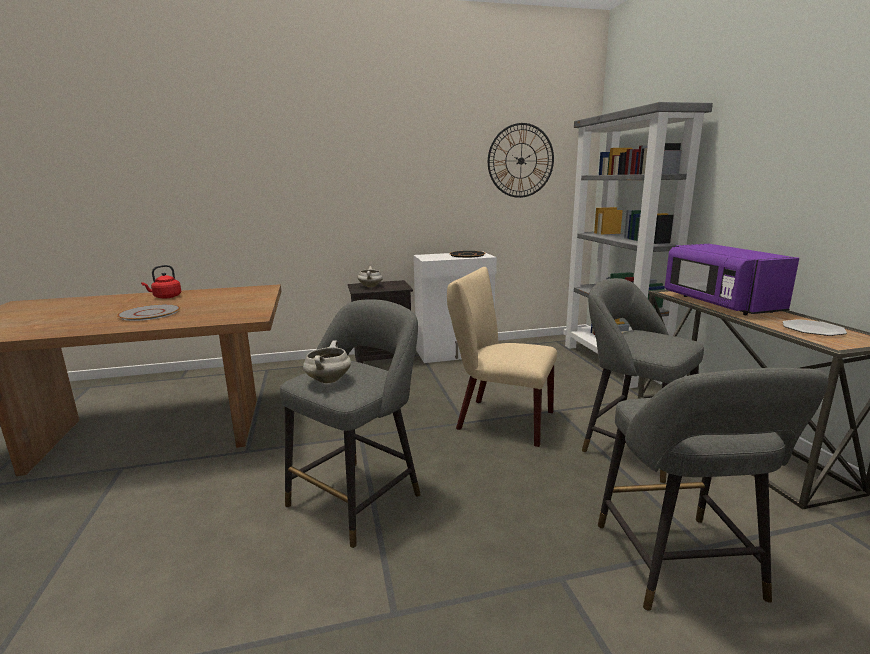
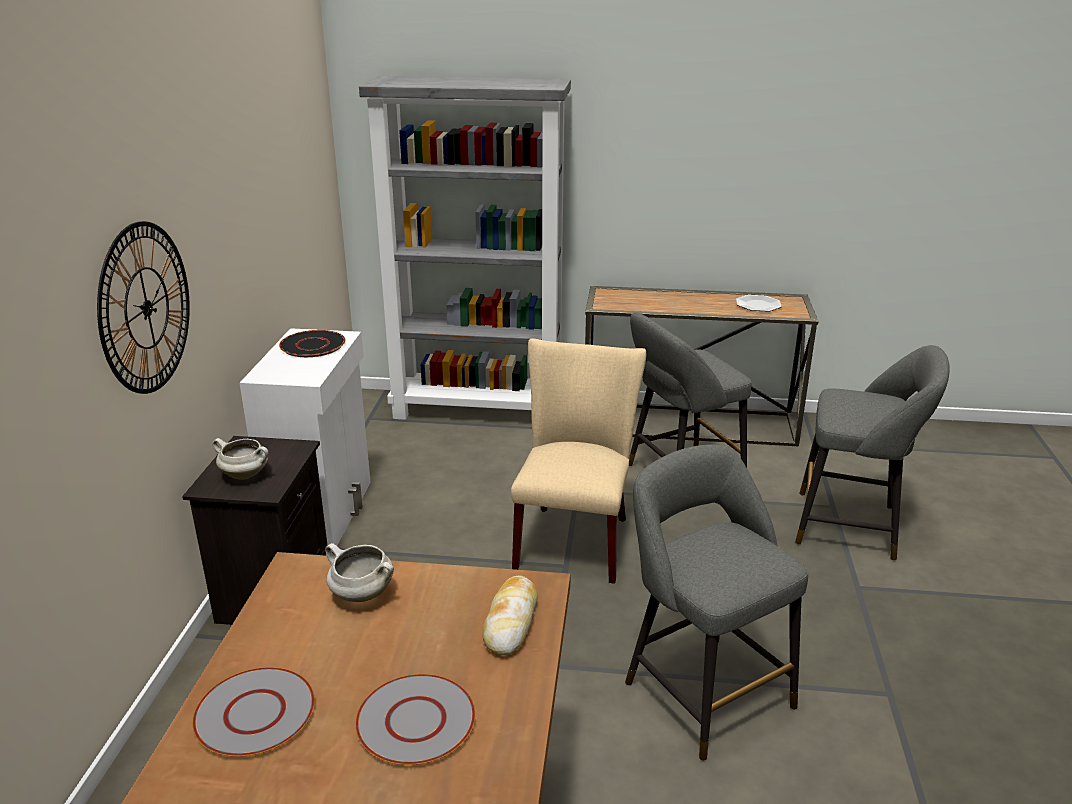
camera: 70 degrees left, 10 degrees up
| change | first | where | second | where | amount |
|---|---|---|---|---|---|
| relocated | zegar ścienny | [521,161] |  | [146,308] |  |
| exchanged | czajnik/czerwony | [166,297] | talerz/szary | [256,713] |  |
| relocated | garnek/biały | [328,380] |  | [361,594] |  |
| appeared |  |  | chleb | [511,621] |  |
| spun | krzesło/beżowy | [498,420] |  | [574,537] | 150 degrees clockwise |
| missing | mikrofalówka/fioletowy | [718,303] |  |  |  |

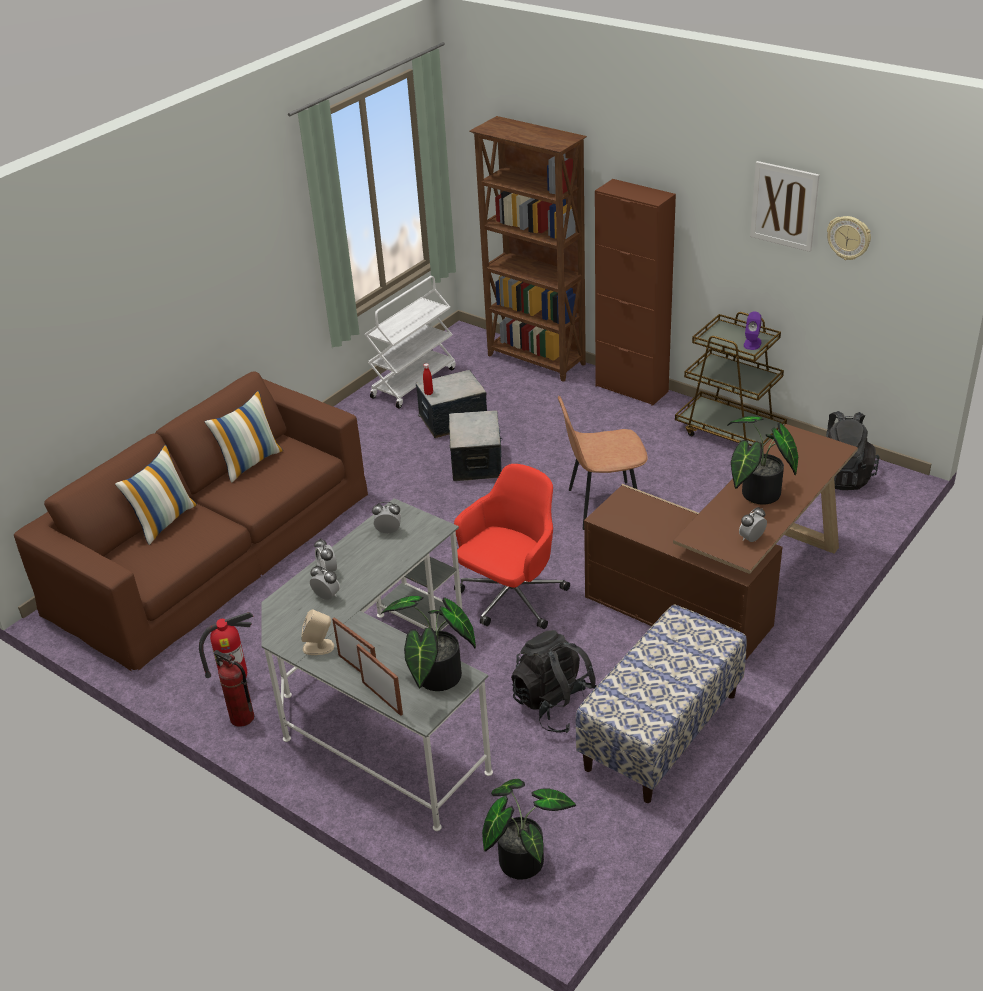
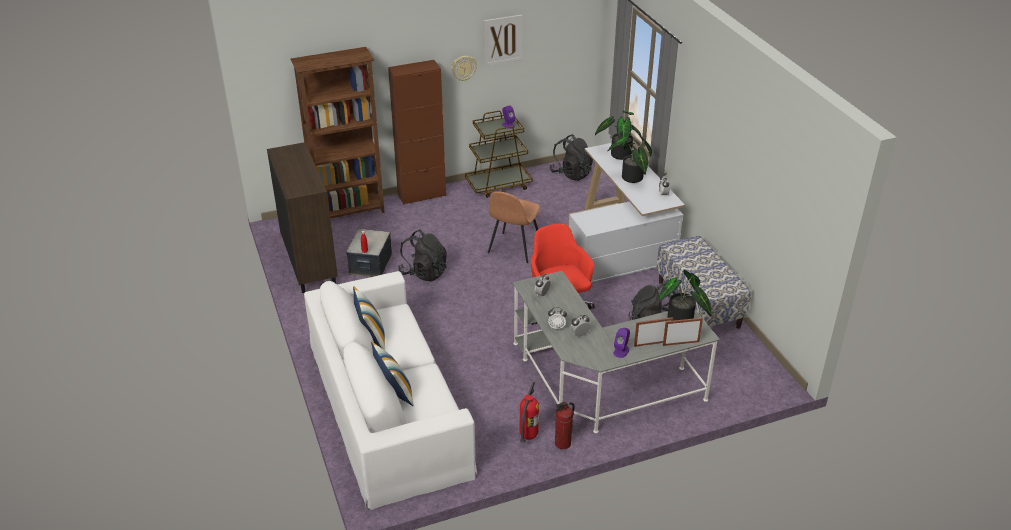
camera: 60 degrees left, 0 degrees up
| change | first | where | second | where | amount |
|---|---|---|---|---|---|
| exchanged | wózek/biały | [413,382] | szafka/brązowy | [309,263] |  |
| colour | kanapa/brązowy | [212,550] | kanapa/biały | [387,406] |  |
| exchanged | pojemnik do przechowywania | [477,462] | plecak/czarny | [424,272] |  |
| relocated | zegar ścienny | [849,237] |  | [463,68] |  |
| colour | biurko/brązowy | [726,591] | biurko/biały | [620,243] |  |
| relocated | roślina doniczkowa | [522,857] |  | [619,154] |  |
| colour | głośnik/beżowy | [319,647] | głośnik/fioletowy | [621,351] |  |

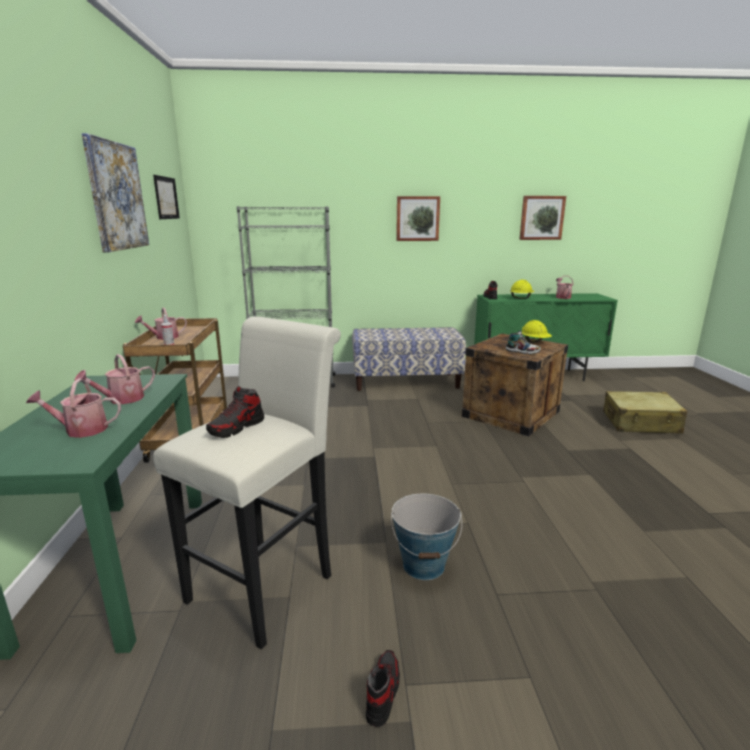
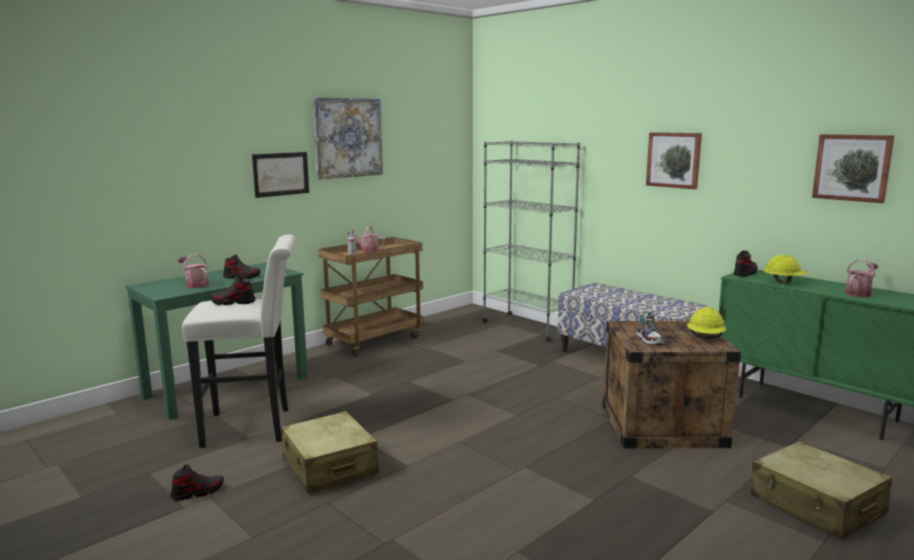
camera: 50 degrees right, 5 degrees down
| change | first | where | second | where | amount |
|---|---|---|---|---|---|
| exchanged | konewka | [121,399] | but | [242,277] |  |
| relocated | obraz | [166,198] |  | [281,174] |  |
| exchanged | wiadro | [424,565] | walizka/beżowy | [329,466] |  |

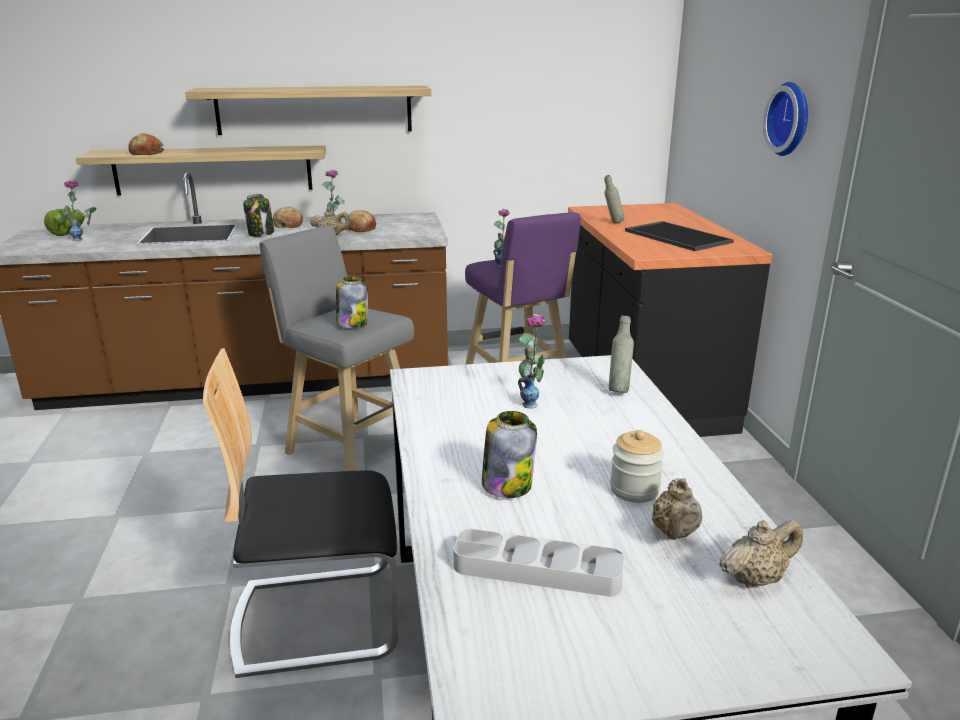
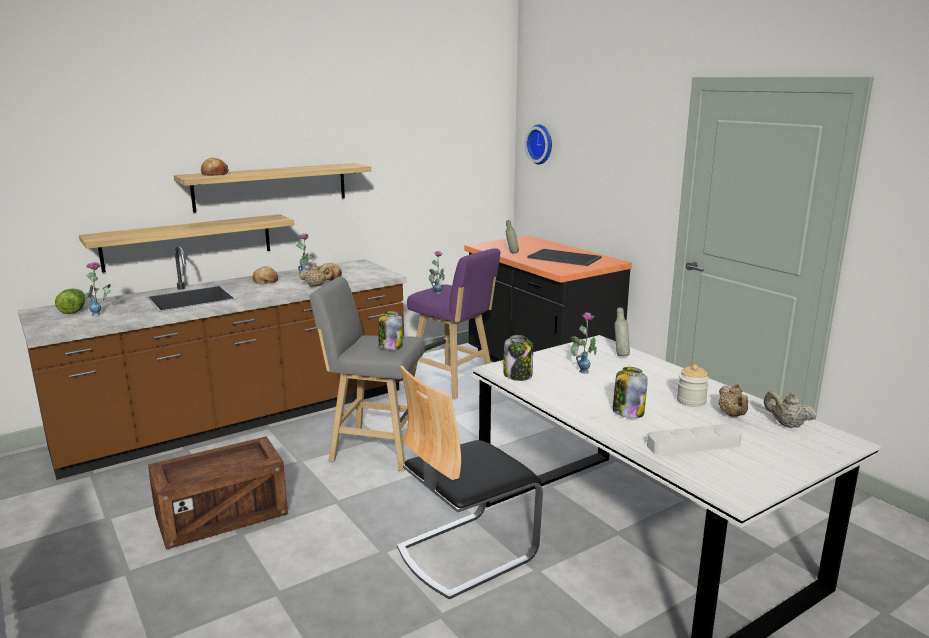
camera: 25 degrees left, 5 degrees down
| change | first | where | second | where | amount |
|---|---|---|---|---|---|
| appeared |  |  | skrzynka | [222,516] |  |
| relocated | chleb | [147,153] |  | [214,174] |  |
| relocated | słoik | [261,233] |  | [518,375] |  |
| relocated | zegar ścienny | [791,119] |  | [541,144] |  |
| spun | imbryk/beżowy | [755,579] |  | [786,424] | 90 degrees counterclockwise |

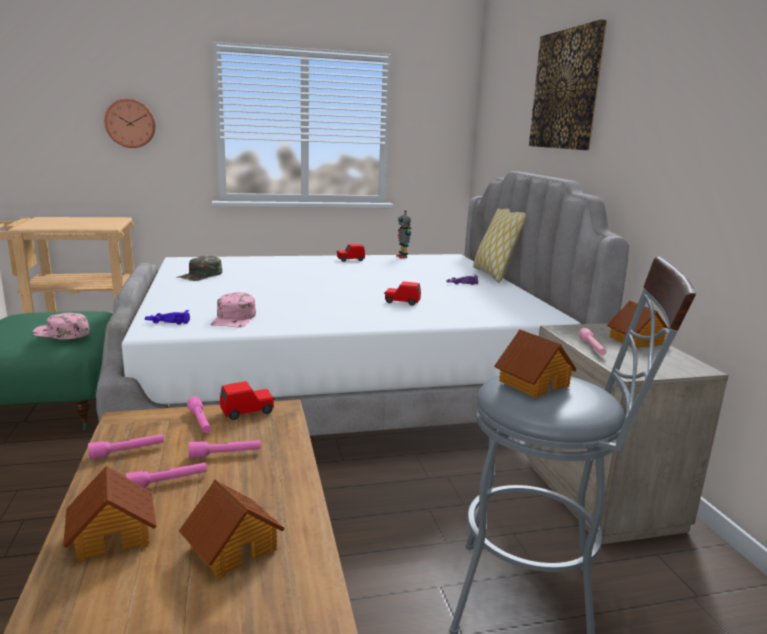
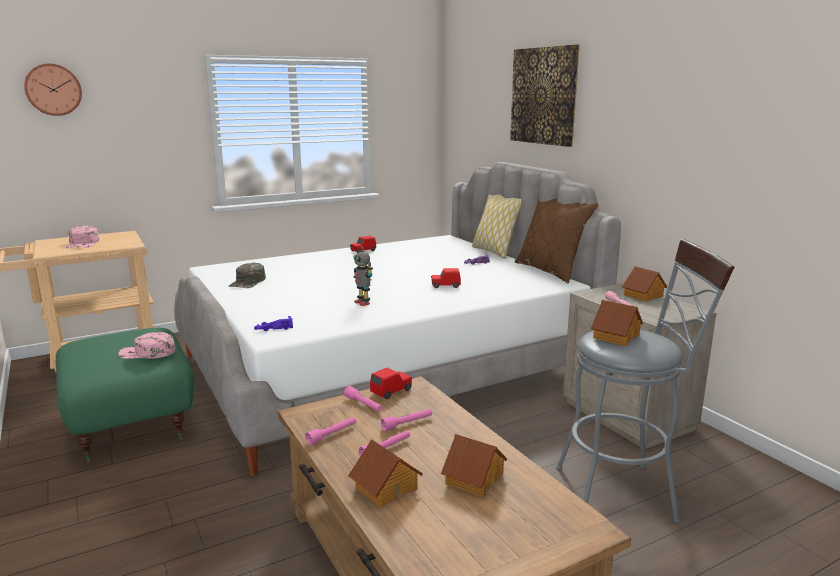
camera: 15 degrees left, 0 degrees up
| change | first | where | second | where | amount |
|---|---|---|---|---|---|
| relocated | zegar ścienny | [130,123] |  | [53,89] |  |
| relocated | czapka z daszkiem/różowy | [234,319] |  | [83,244] |  |
| relocated | robot zabawkowy | [402,257] |  | [363,303] |  |
| appeared |  |  | poduszka/brązowy | [551,271] |  |

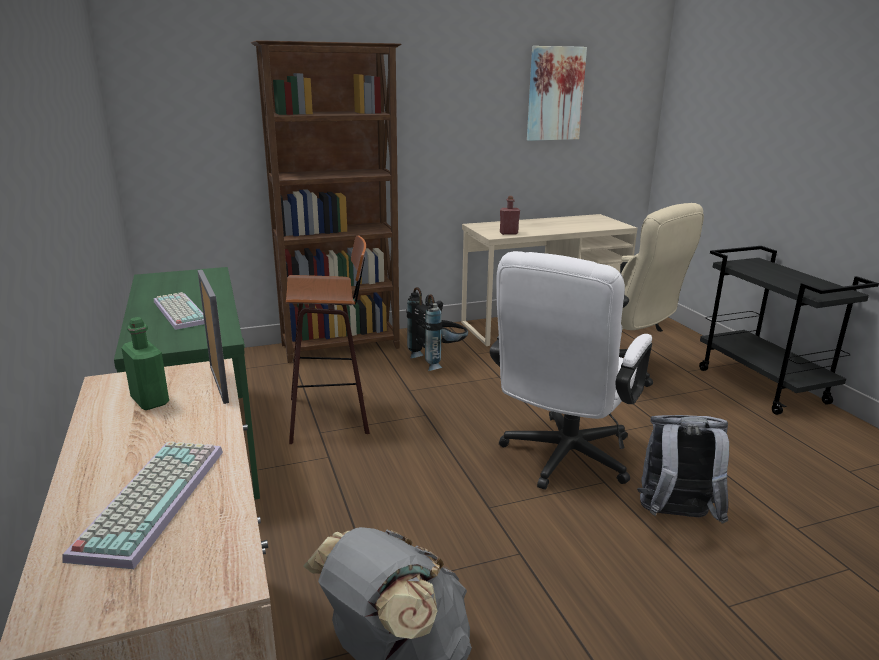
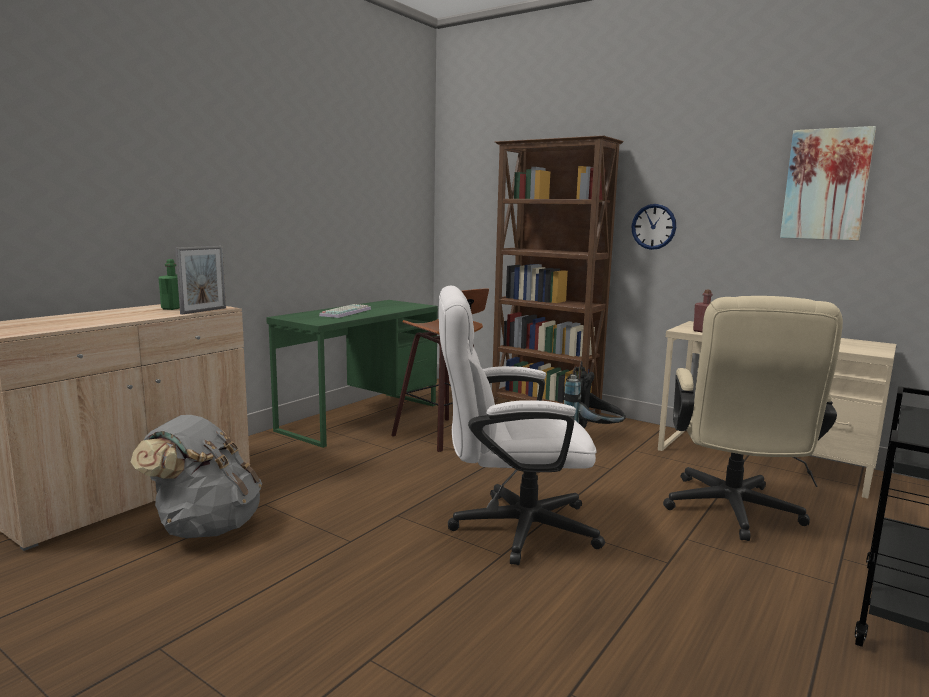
camera: 55 degrees right, 10 degrees down
| change | first | where | second | where | amount |
|---|---|---|---|---|---|
| appeared |  |  | zegar ścienny | [653,226] |  |
| missing | klawiatura | [150,498] |  |  |  |
| missing | plecak/szary | [675,517] |  |  |  |

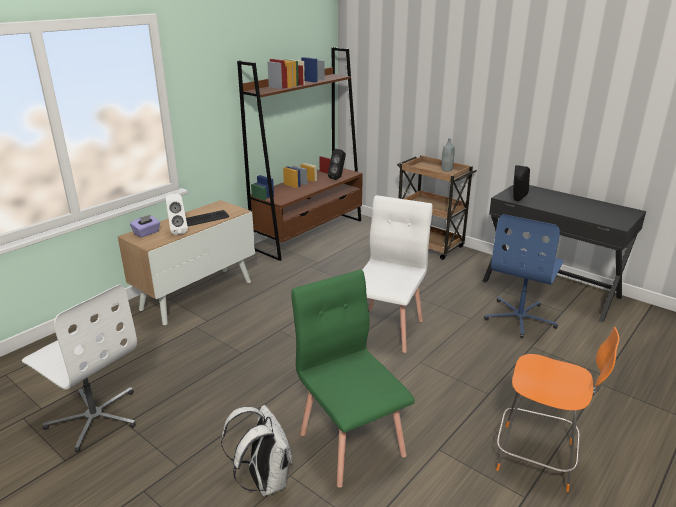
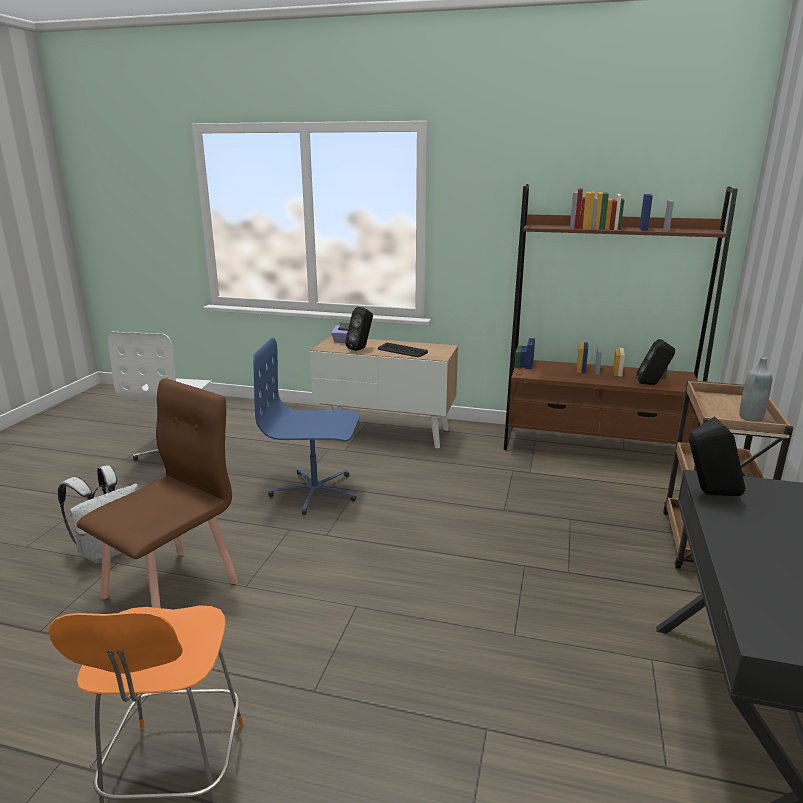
camera: 65 degrees right, 5 degrees down
| change | first | where | second | where | amount |
|---|---|---|---|---|---|
| colour | krzesło/zielony | [352,443] | krzesło/brązowy | [172,589] |  |
| relocated | krzesło biurowe/niebieski | [520,318] |  | [315,492] |  |
| colour | głośnik/biały | [178,231] | głośnik/czarny | [361,349] |  |
| missing | krzesło/biały | [387,329] |  |  |  |

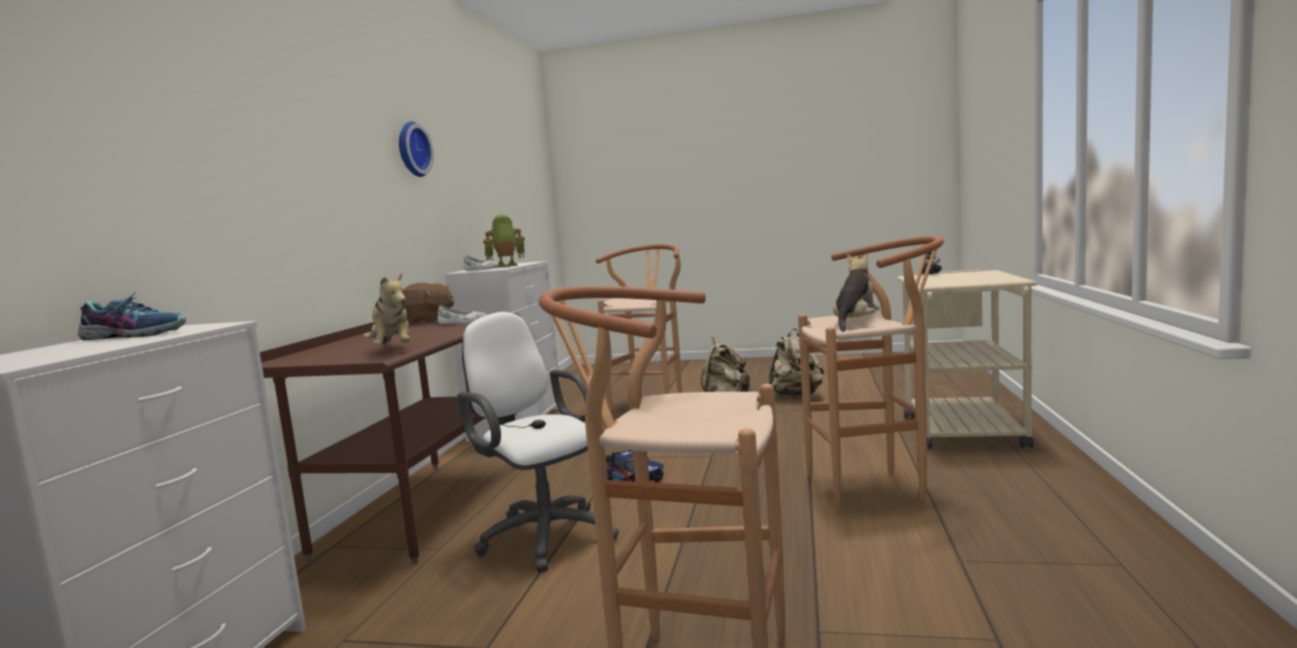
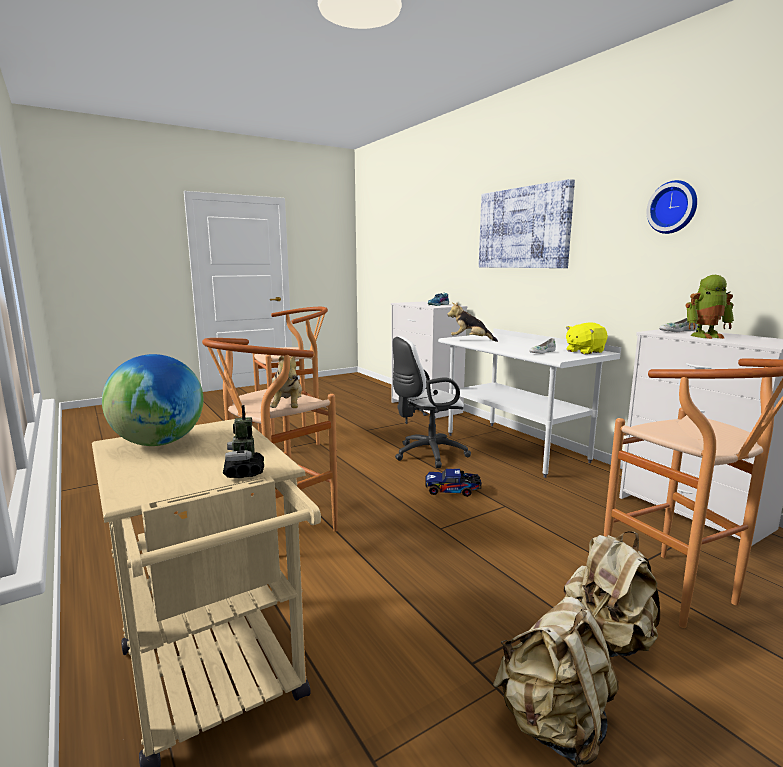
camera: 135 degrees right, 5 degrees up
| change | first | where | second | where | amount |
|---|---|---|---|---|---|
| appeared |  |  | globus | [160,443] |  |
| spun | krzesło biurowe/biały | [543,535] |  | [426,454] | 150 degrees clockwise |
| colour | biurko/brązowy | [426,507] | biurko/biały | [515,447] |  |
| appeared |  |  | obraz | [524,228] |  |
| colour | pluszak/brązowy | [428,321] | pluszak/żółty | [584,351] |  |
| spun | robot zabawkowy | [506,266] |  | [706,336] | 60 degrees clockwise |

